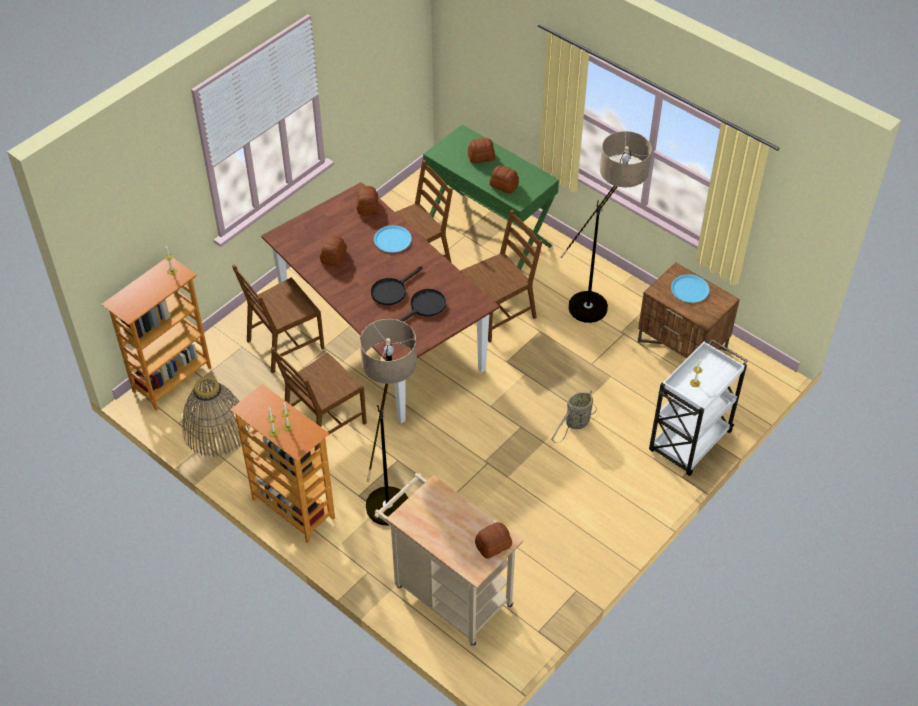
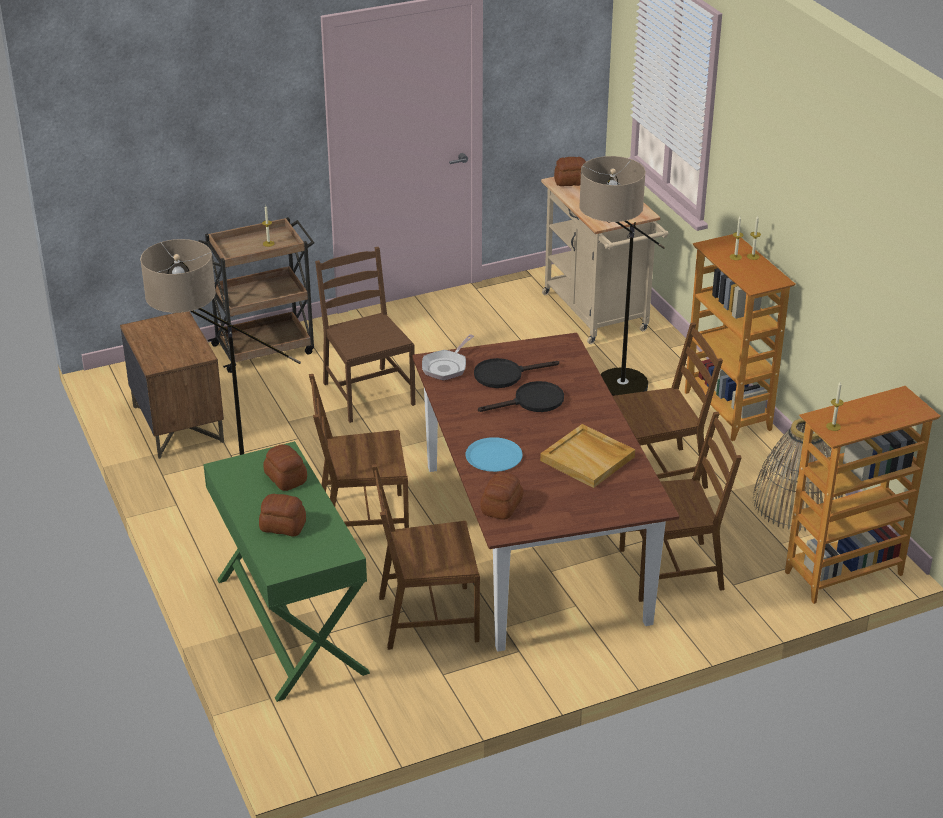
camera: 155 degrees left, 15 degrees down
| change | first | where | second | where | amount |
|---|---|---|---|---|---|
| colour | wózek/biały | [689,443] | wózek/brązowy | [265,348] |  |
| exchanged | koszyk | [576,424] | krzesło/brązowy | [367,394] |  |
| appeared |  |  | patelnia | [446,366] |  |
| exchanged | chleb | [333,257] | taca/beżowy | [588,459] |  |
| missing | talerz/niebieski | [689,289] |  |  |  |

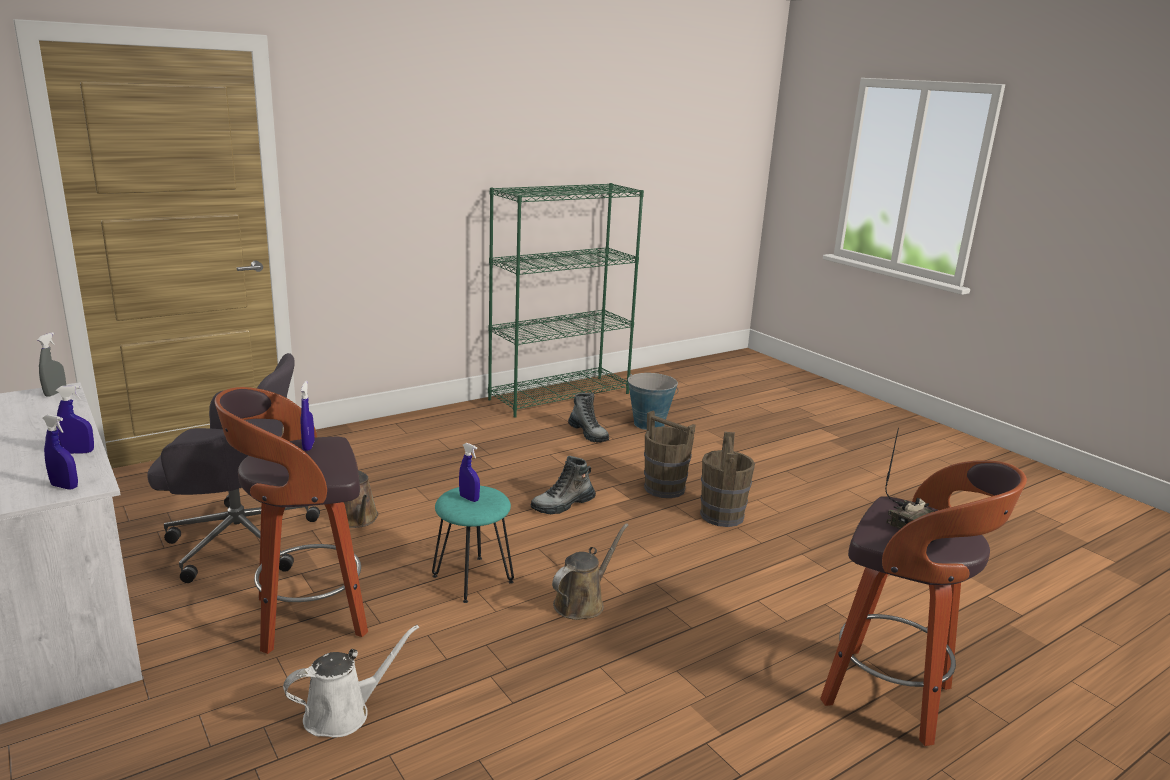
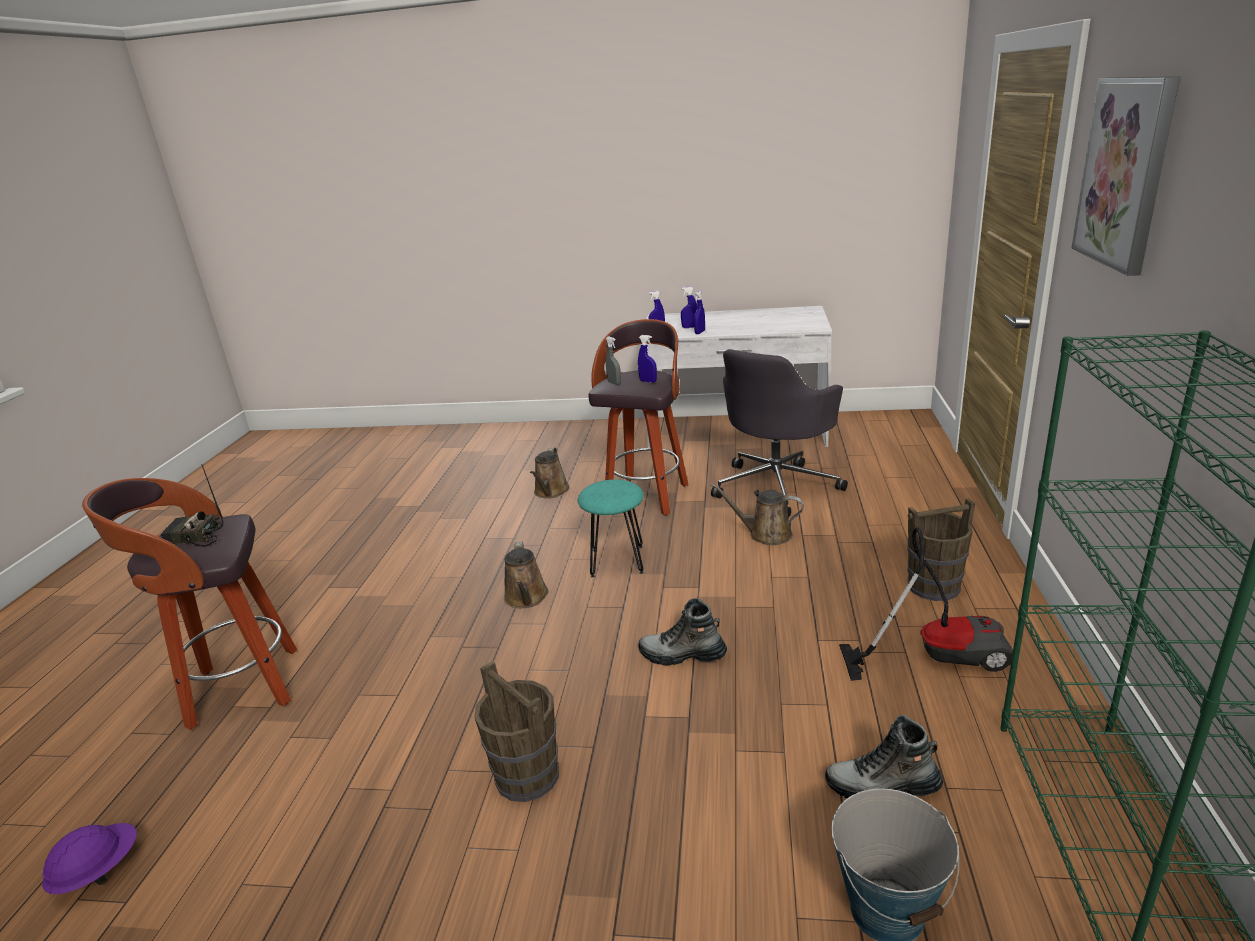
camera: 135 degrees right, 5 degrees up
| change | first | where | second | where | amount |
|---|---|---|---|---|---|
| appeared |  |  | kask/fioletowy | [99,871] |  |
| colour | konewka/biały | [343,713] | konewka/brązowy | [550,492] |  |
| relocated | spryskiwacz/szary | [55,393] |  | [614,383] |  |
| spun | but z cholewką | [563,505] |  | [682,655] | 90 degrees counterclockwise |
| relocated | spryskiwacz/niebieski | [469,498] |  | [690,327] |  |
| appeared |  |  | odkurzacz | [936,654] |  |
| relocated | wiadro/brązowy | [664,488] |  | [934,586] |  |
| appeared |  |  | obraz | [1125,173] |  |

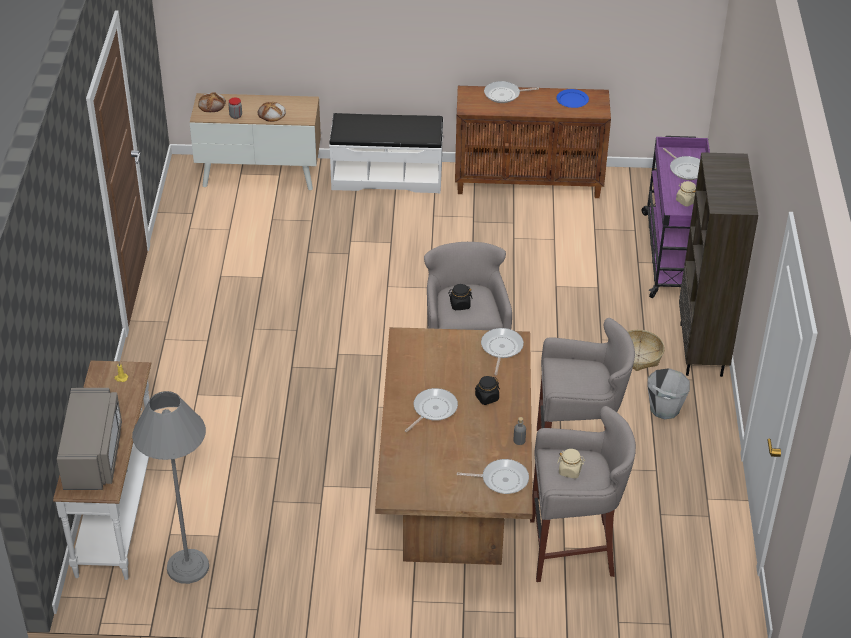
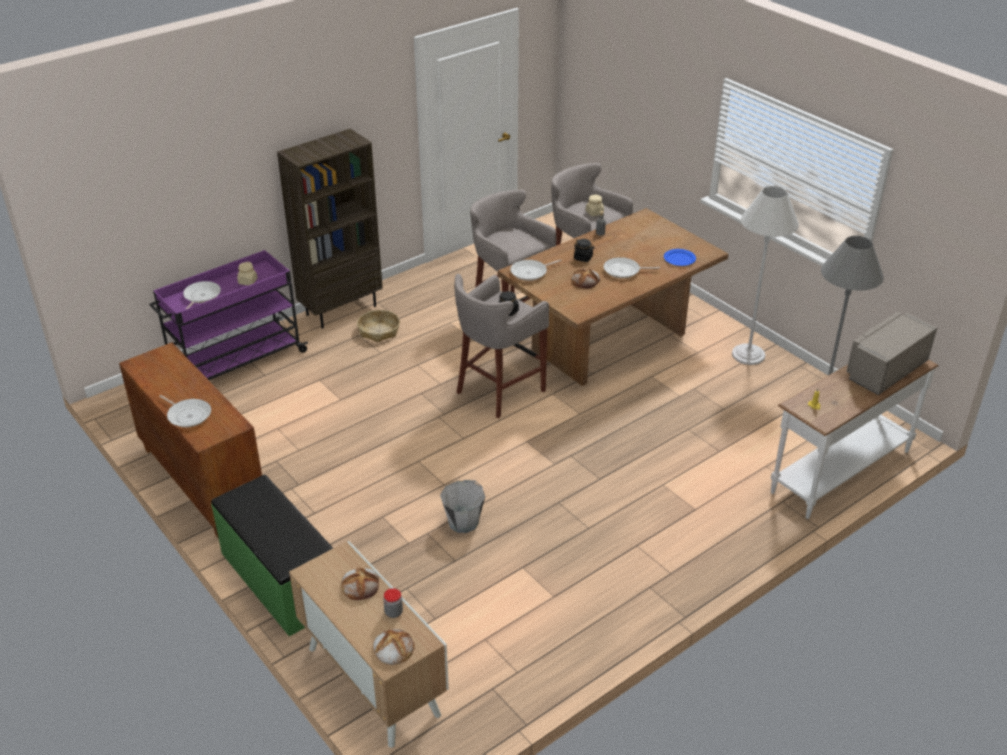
camera: 130 degrees left, 5 degrees down
| change | first | where | second | where | amount |
|---|---|---|---|---|---|
| colour | ławka/biały | [387,176] | ławka/zielony | [280,580] |  |
| relocated | wiadro/szary | [664,408] |  | [463,522] |  |
| appeared |  |  | chleb | [585,280] |  |
| relocated | talerz/niebieski | [572,100] |  | [679,259] |  |
| appeared |  |  | lampa stojąca/biały | [748,355] |  |
| missing | patelnia | [502,479] |  |  |  |

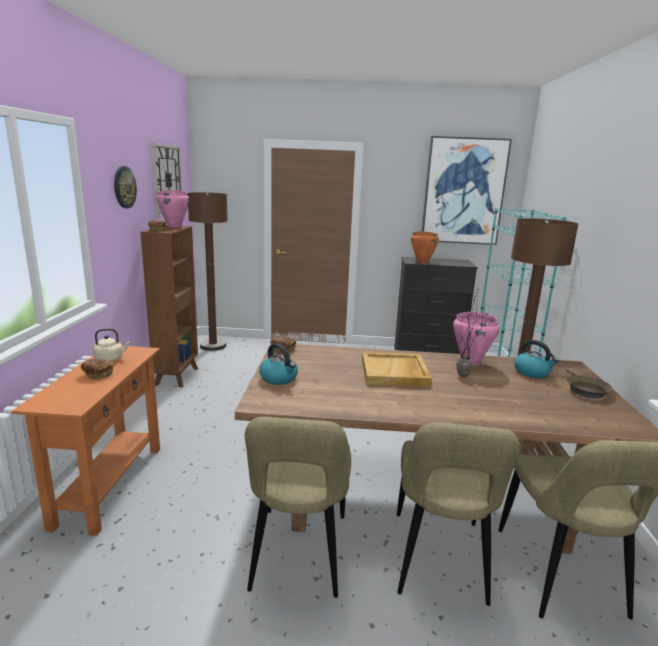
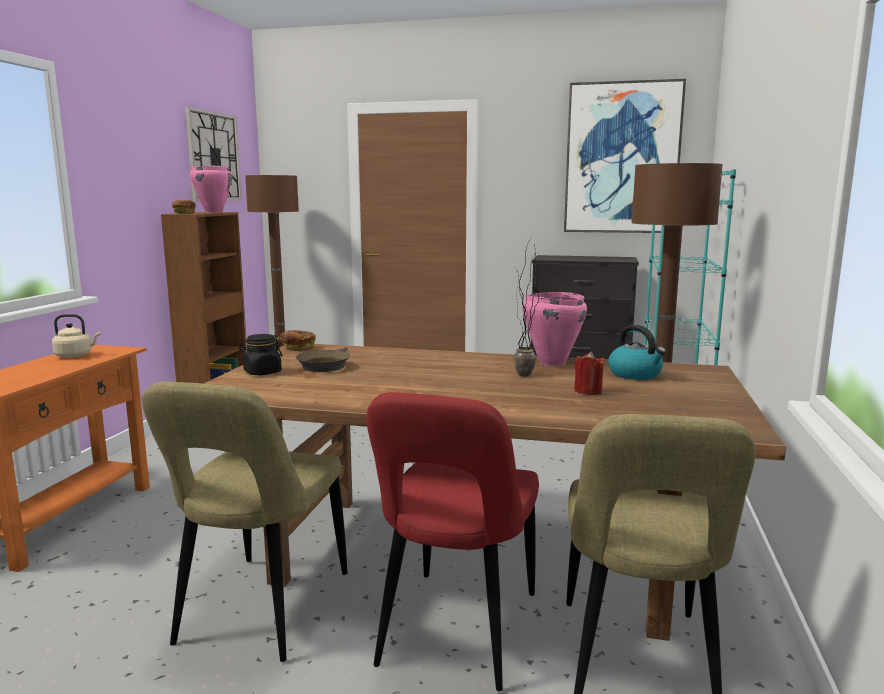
camera: 10 degrees right, 5 degrees down
| change | first | where | second | where | amount |
|---|---|---|---|---|---|
| exchanged | czajnik | [279,378] | słoik/czarny | [262,372] |  |
| relocated | patelnia/brązowy | [584,390] |  | [325,365] |  |
| colour | krzesło/beżowy | [439,561] | krzesło/czerwony | [456,633] |  |
| appeared |  |  | świeca/czerwony | [588,391] |  |
| missing | chleb | [97,374] |  |  |  |
| missing | zegar ścienny | [124,187] |  |  |  |
| missing | taca/beżowy | [395,372] |  |  |  |
| missing | garnek/pomarańczowy | [422,262] |  |  |  |

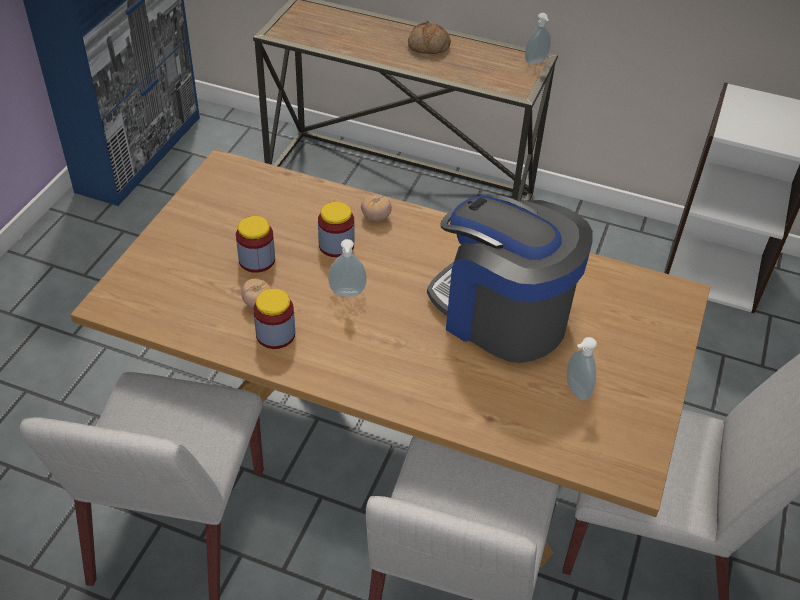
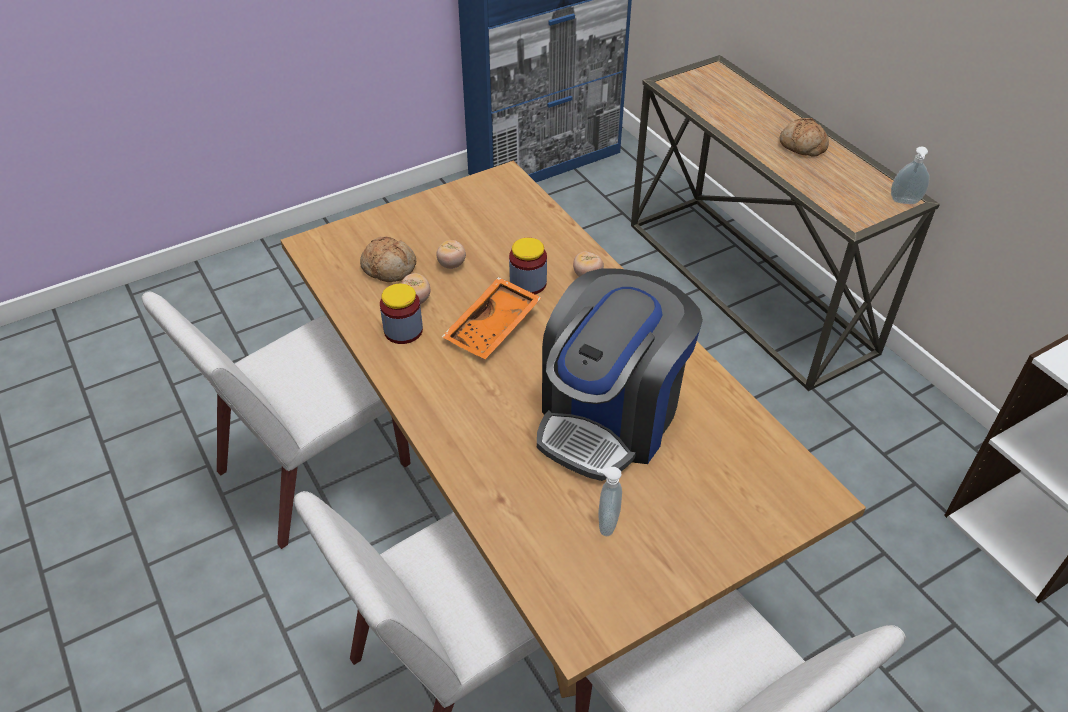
camera: 40 degrees right, 0 degrees up
| change | first | where | second | where | amount |
|---|---|---|---|---|---|
| appeared |  |  | chleb | [389,267] |  |
| exchanged | słoik | [257,260] | pomidor | [451,264] |  |
| exchanged | dozownik mydła | [347,294] | taca/pomarańczowy | [494,328] |  |
| spun | ekspres do kawy | [501,314] |  | [610,416] | 135 degrees counterclockwise |

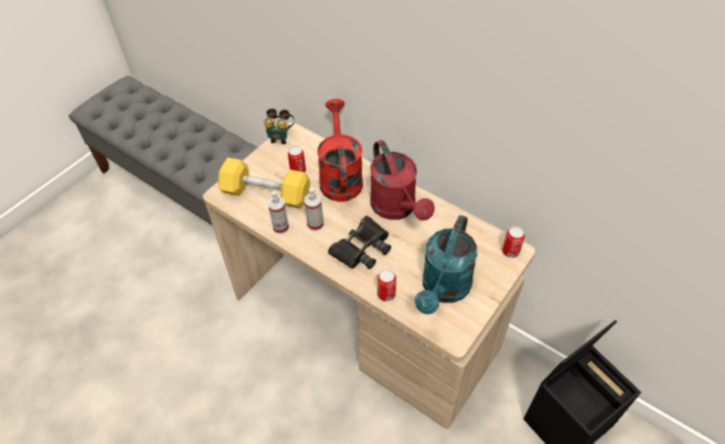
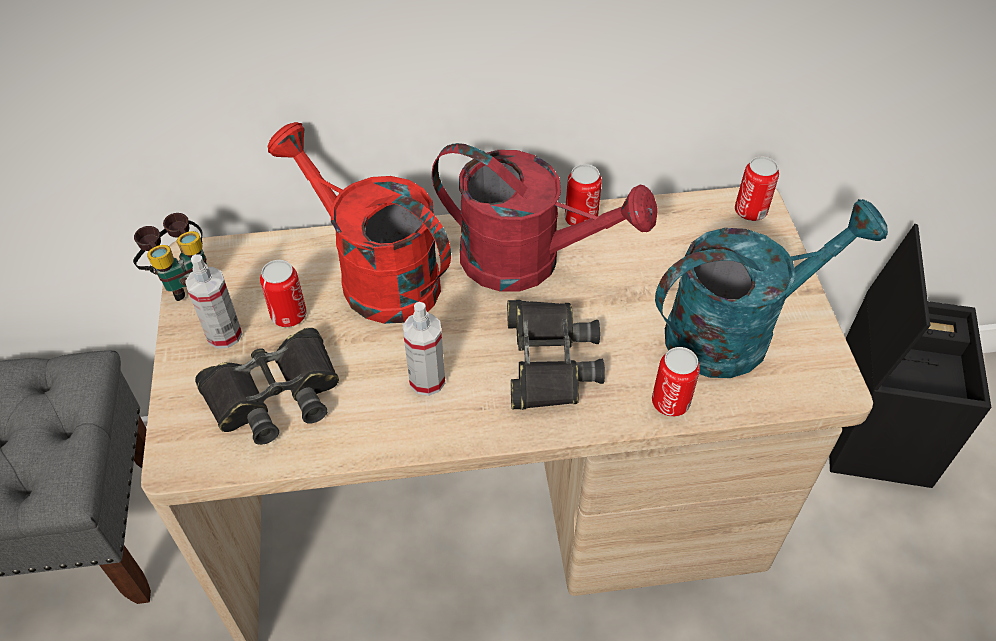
camera: 45 degrees left, 0 degrees up
| change | first | where | second | where | amount |
|---|---|---|---|---|---|
| relocated | spryskiwacz | [280,227] |  | [224,334] |  |
| exchanged | hantel/żółty | [266,194] | lornetka/czarny | [274,394] |  |
| appeared |  |  | puszka | [581,219] |  |
| spun | konewka/turkusowy | [443,290] |  | [736,330] | 90 degrees counterclockwise |

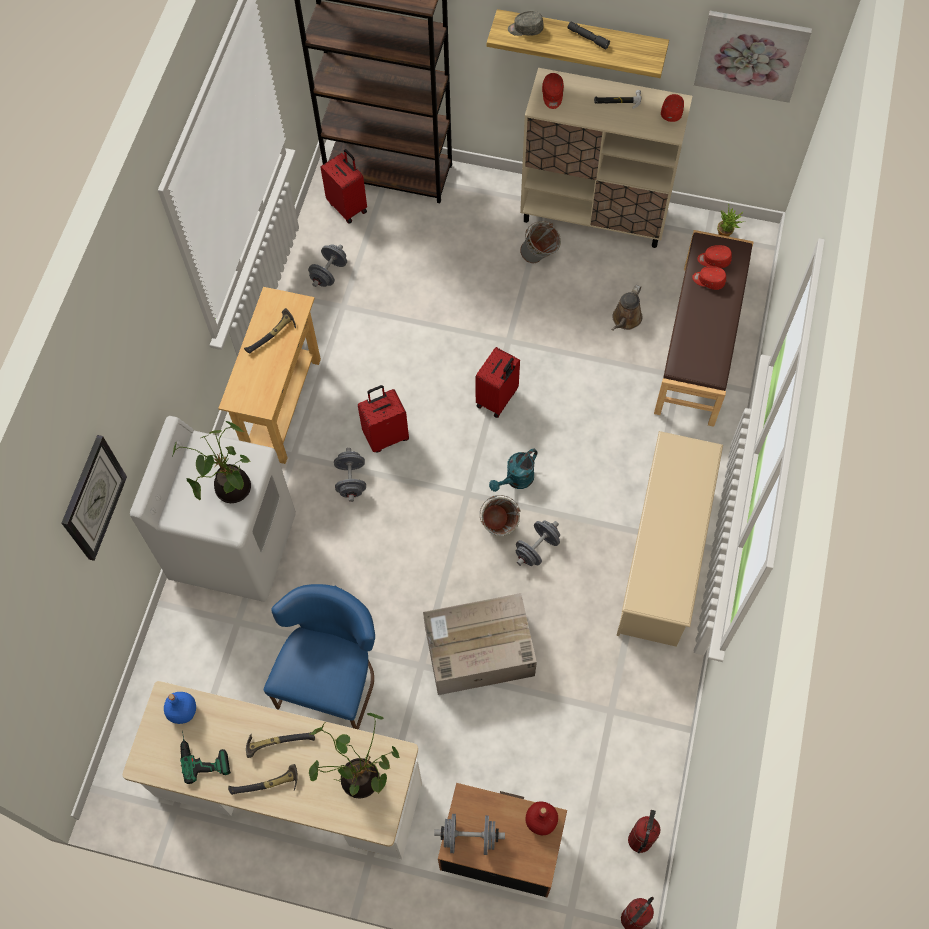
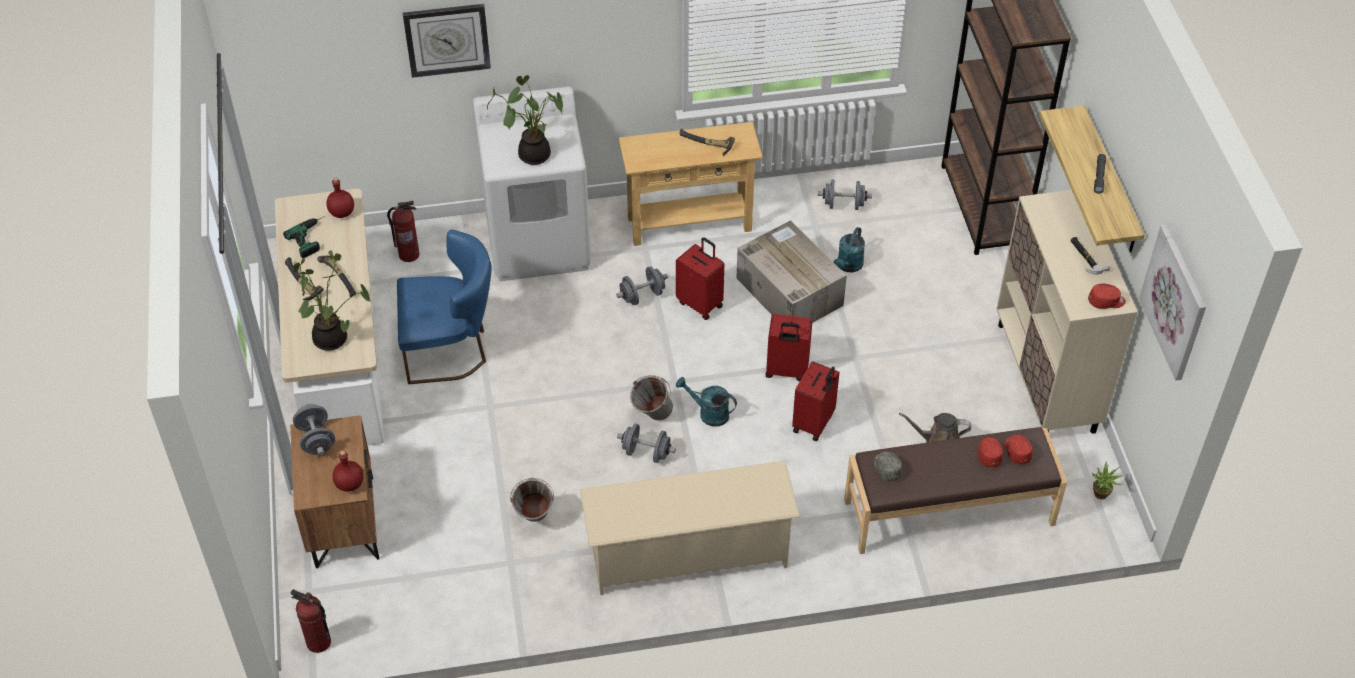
camera: 65 degrees right, 15 degrees down
| change | first | where | second | where | amount |
|---|---|---|---|---|---|
| colour | butelka/niebieski | [183,710] | butelka/czerwony | [342,212] |  |
| relocated | gaśnica | [639,840] |  | [409,254] |  |
| relocated | wiadro/szary | [539,258] |  | [534,520] |  |
| relocated | karton | [477,652] |  | [788,291] |  |
| relocated | walizka/czerwony | [348,207] |  | [814,423] |  |
| appeared |  |  | konewka/turkusowy | [848,266] |  |
| relocated | czapka z daszkiem/szary | [525,29] |  | [886,468] |  |
| missing | czapka z daszkiem/czerwony | [552,95] |  |  |  |

